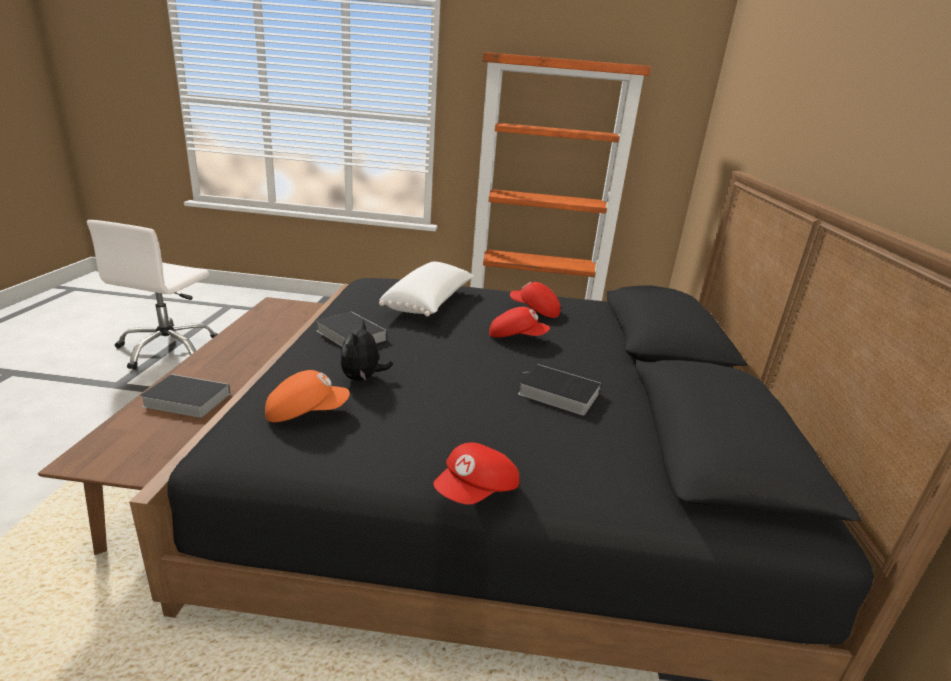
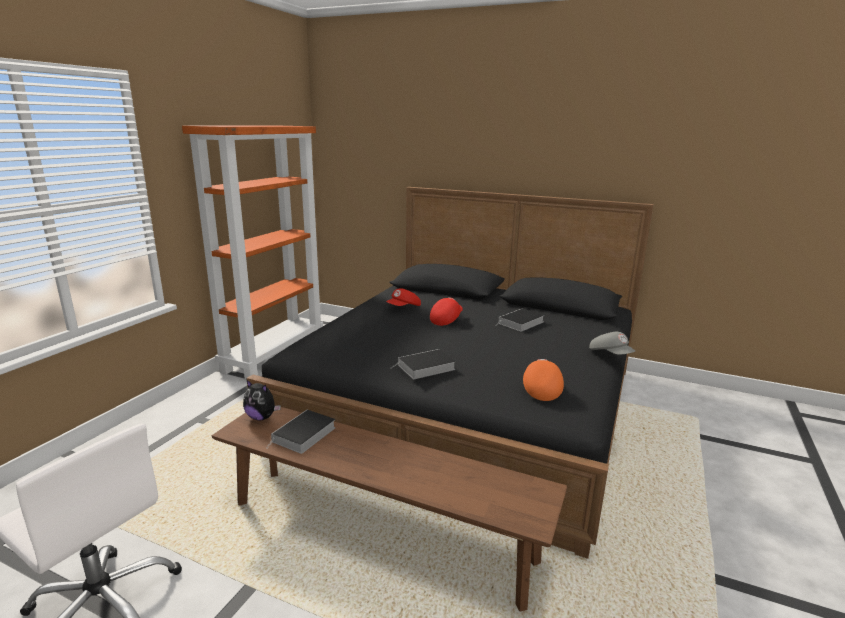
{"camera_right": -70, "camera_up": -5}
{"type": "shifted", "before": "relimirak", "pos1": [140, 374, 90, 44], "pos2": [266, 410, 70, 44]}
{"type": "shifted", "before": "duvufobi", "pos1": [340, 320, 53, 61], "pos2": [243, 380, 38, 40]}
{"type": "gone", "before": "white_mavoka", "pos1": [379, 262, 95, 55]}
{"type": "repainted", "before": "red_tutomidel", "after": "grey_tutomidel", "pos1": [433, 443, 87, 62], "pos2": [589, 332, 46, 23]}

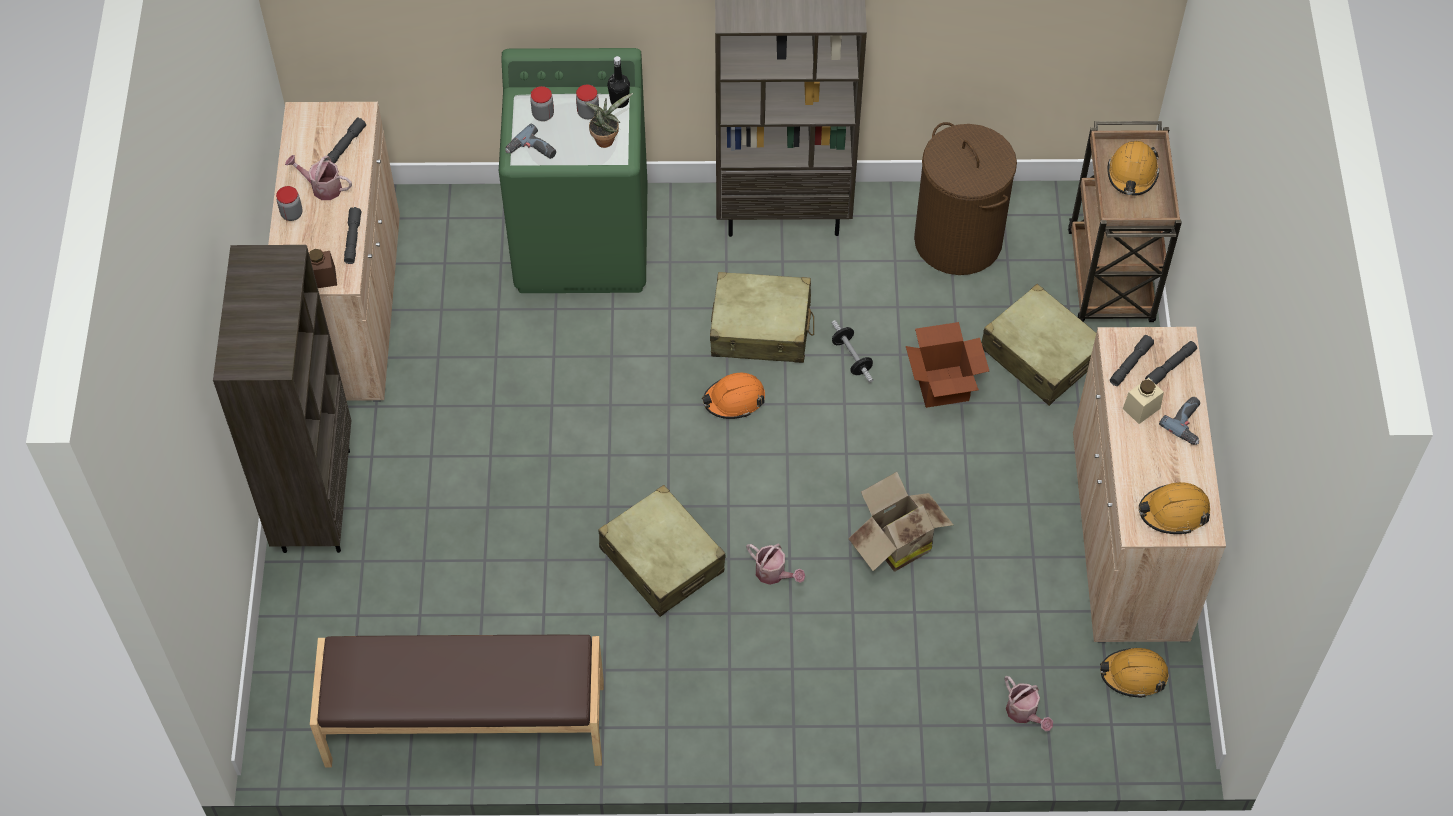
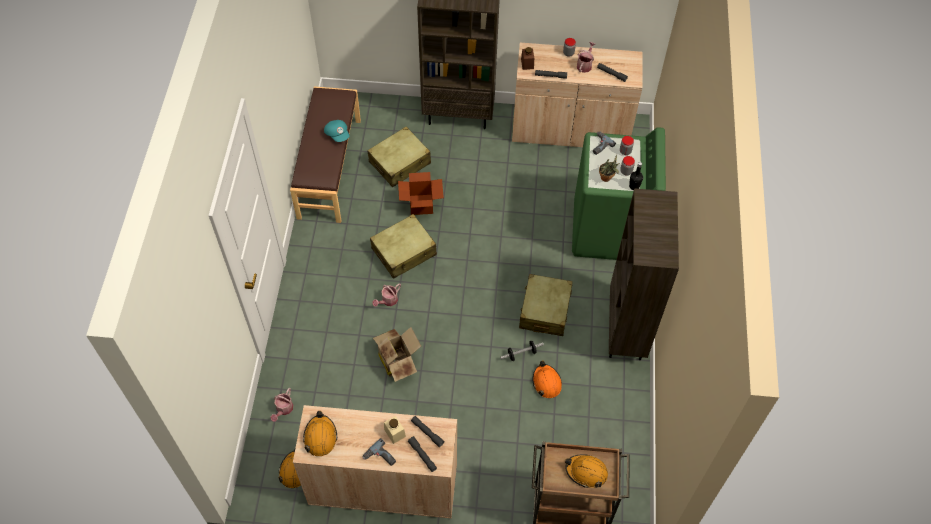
{"camera_right": 95, "camera_up": 0}
{"type": "shifted", "before": "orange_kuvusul", "pos1": [702, 373, 63, 46], "pos2": [533, 361, 29, 37]}
{"type": "shifted", "before": "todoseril", "pos1": [906, 322, 83, 86], "pos2": [398, 172, 46, 43]}
{"type": "gone", "before": "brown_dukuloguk", "pos1": [914, 122, 103, 153]}
{"type": "shifted", "before": "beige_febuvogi", "pos1": [981, 284, 115, 122], "pos2": [367, 127, 64, 60]}
{"type": "rotated", "before": "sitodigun", "pos1": [1005, 676, 48, 55], "pos2": [270, 388, 23, 34], "turn": -45}
{"type": "new", "after": "turquoise_tutomidel", "pos2": [324, 120, 25, 22]}

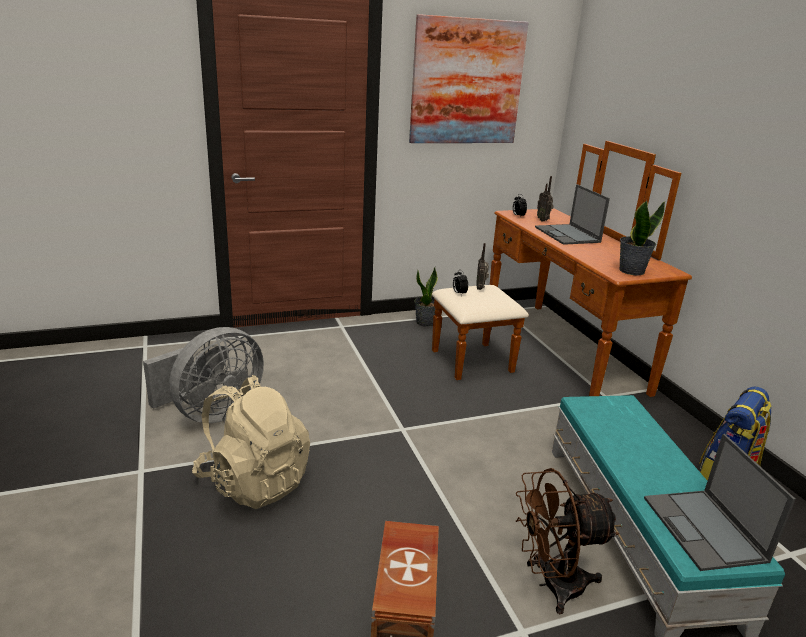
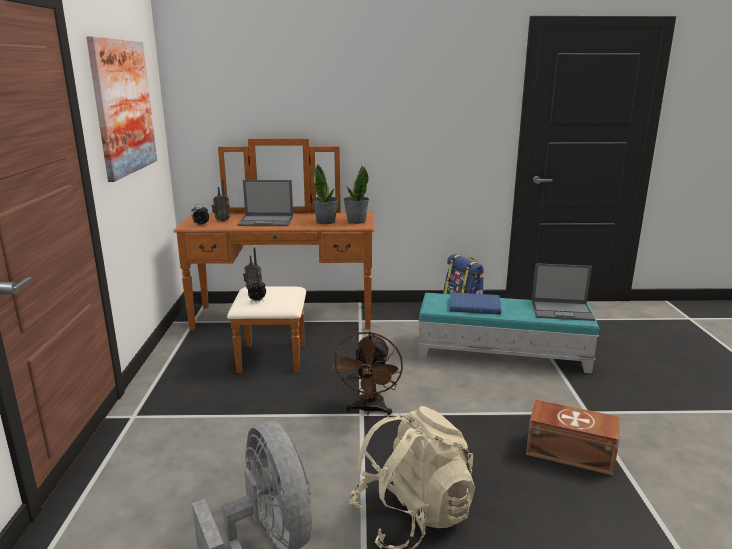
{"camera_right": -70, "camera_up": -5}
{"type": "shifted", "before": "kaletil", "pos1": [414, 267, 24, 60], "pos2": [312, 165, 27, 59]}
{"type": "shifted", "before": "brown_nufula", "pos1": [516, 468, 103, 146], "pos2": [332, 331, 71, 84]}
{"type": "new", "after": "blue_relimirak", "pos2": [450, 292, 51, 23]}

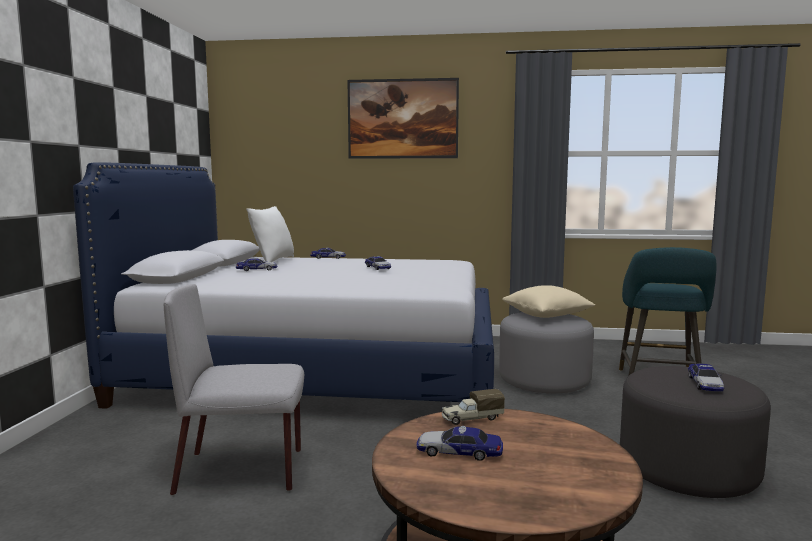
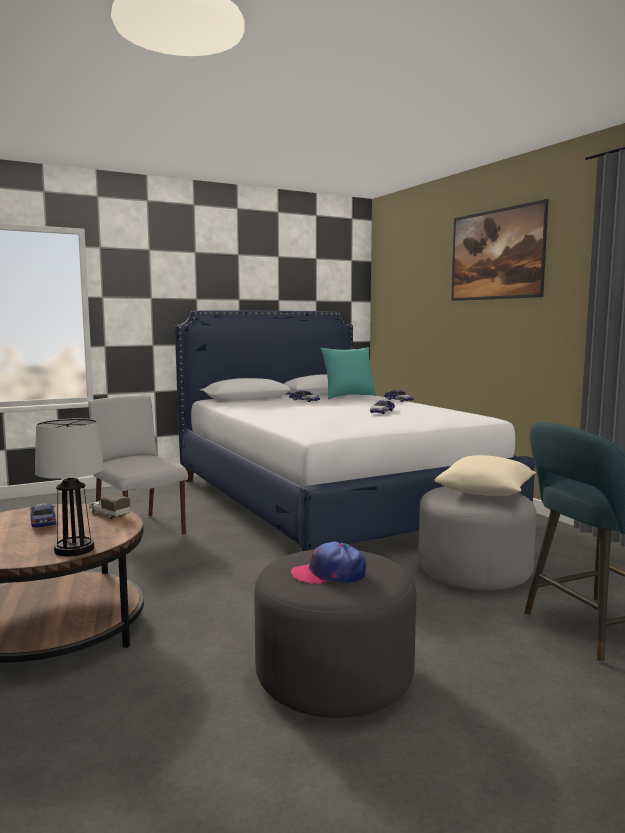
{"camera_right": 55, "camera_up": 0}
{"type": "repainted", "before": "white_mavoka", "after": "turquoise_mavoka", "pos1": [246, 206, 48, 56], "pos2": [320, 347, 57, 52]}
{"type": "swapped", "before": "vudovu", "after": "tutomidel", "pos1": [688, 363, 36, 28], "pos2": [291, 542, 75, 42]}
{"type": "new", "after": "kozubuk", "pos2": [35, 418, 69, 138]}

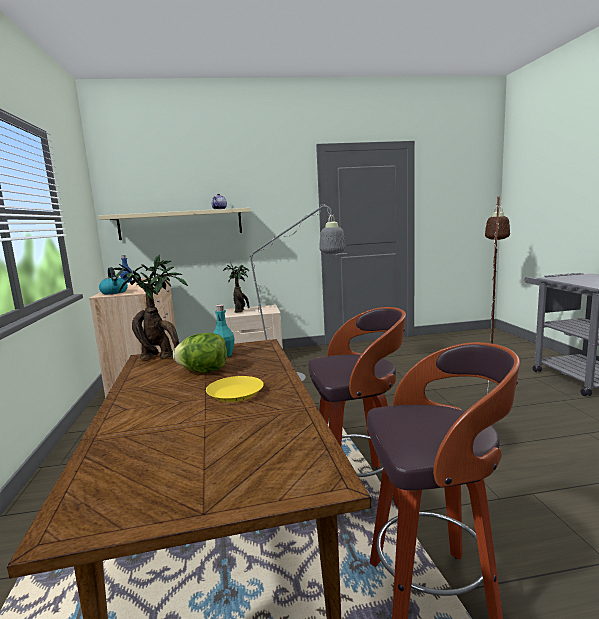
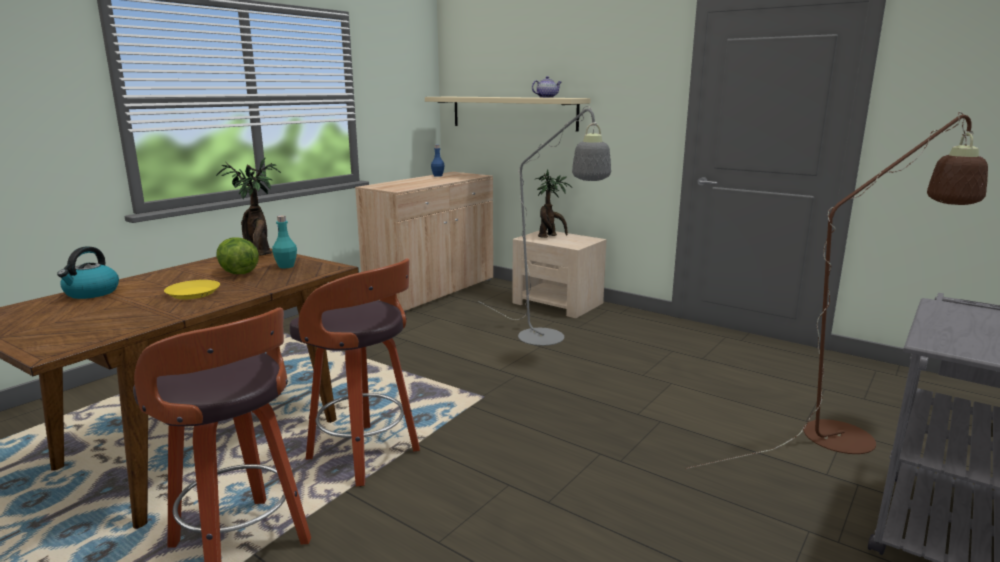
{"camera_right": 45, "camera_up": 5}
{"type": "shifted", "before": "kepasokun", "pos1": [99, 267, 29, 27], "pos2": [57, 247, 62, 52]}

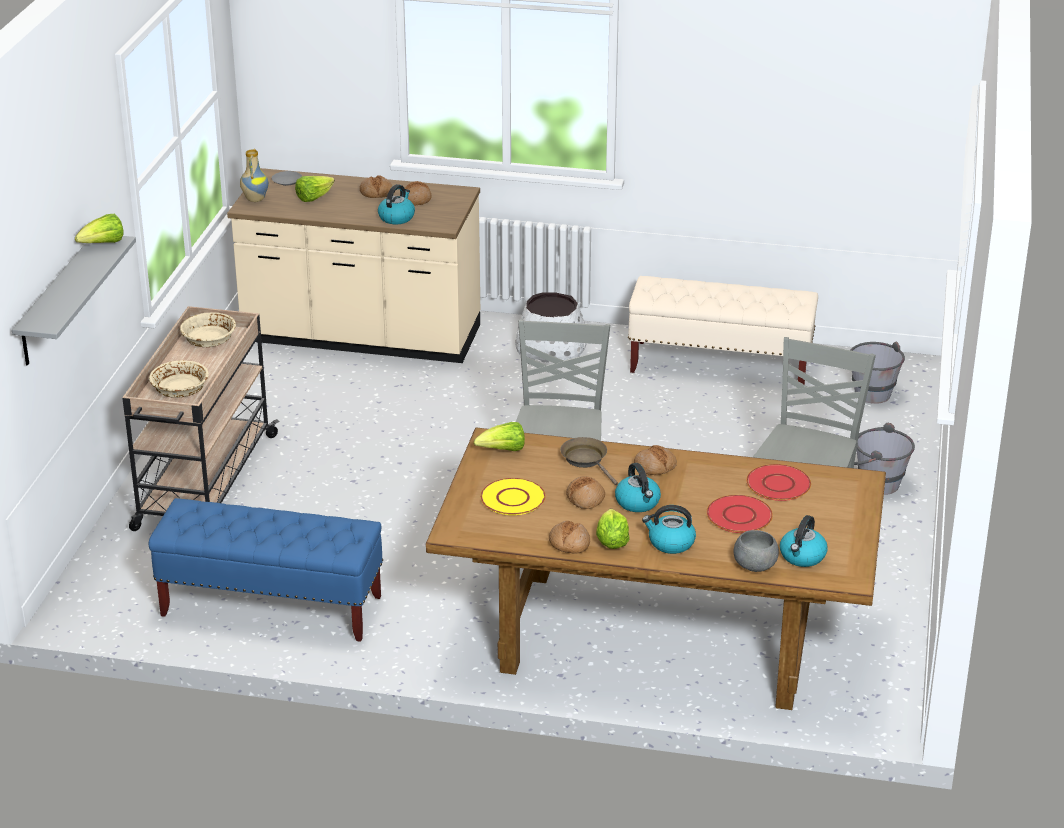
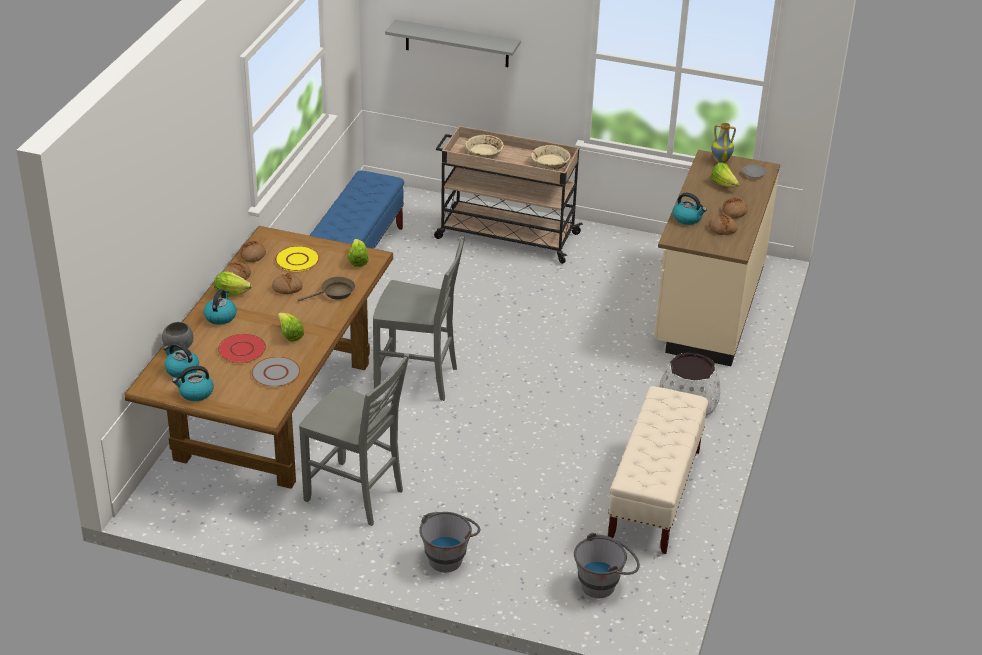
{"camera_right": 95, "camera_up": 5}
{"type": "shifted", "before": "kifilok", "pos1": [75, 214, 49, 29], "pos2": [278, 313, 26, 29]}
{"type": "shifted", "before": "kepasokun", "pos1": [615, 463, 46, 49], "pos2": [172, 366, 42, 35]}
{"type": "shifted", "before": "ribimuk", "pos1": [634, 445, 43, 30], "pos2": [240, 240, 26, 22]}
{"type": "repainted", "before": "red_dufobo", "after": "grey_dufobo", "pos1": [746, 464, 65, 37], "pos2": [251, 357, 49, 30]}

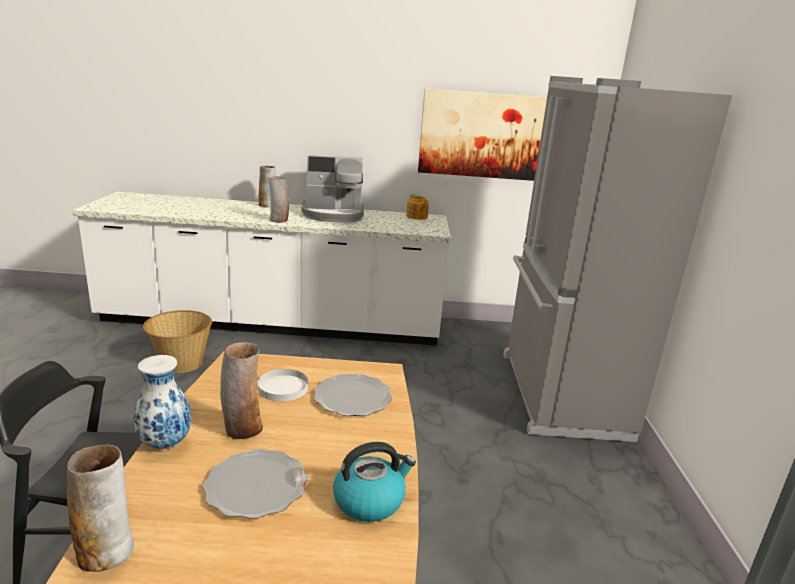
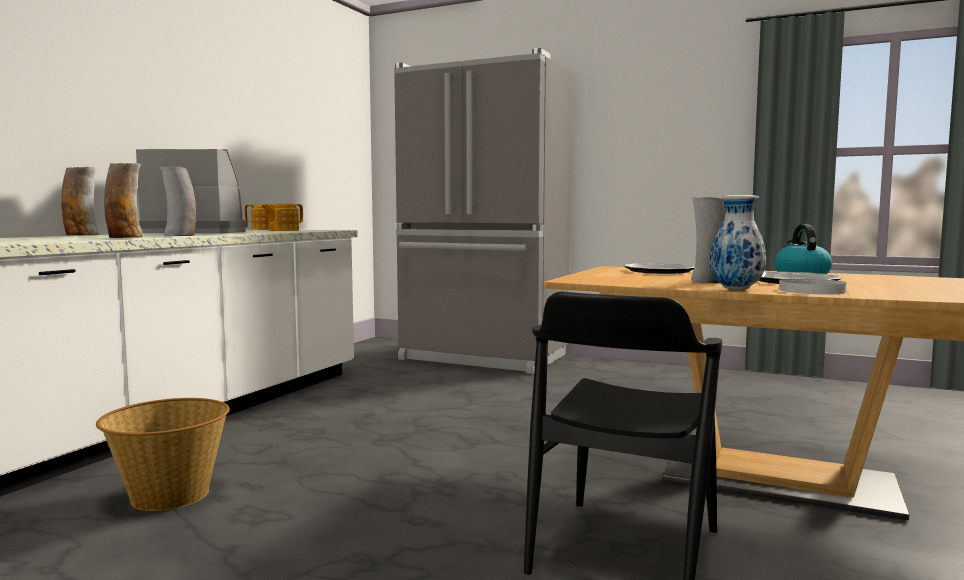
{"camera_right": -65, "camera_up": -15}
{"type": "shifted", "before": "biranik", "pos1": [67, 445, 67, 127], "pos2": [104, 163, 39, 75]}
{"type": "shifted", "before": "white_dufobo", "pos1": [258, 369, 50, 33], "pos2": [779, 278, 68, 17]}
{"type": "rotated", "before": "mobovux", "pos1": [302, 155, 62, 68], "pos2": [136, 149, 112, 84], "turn": -105}
{"type": "gone", "before": "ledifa", "pos1": [418, 89, 129, 92]}
{"type": "new", "after": "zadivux", "pos2": [262, 204, 41, 27]}

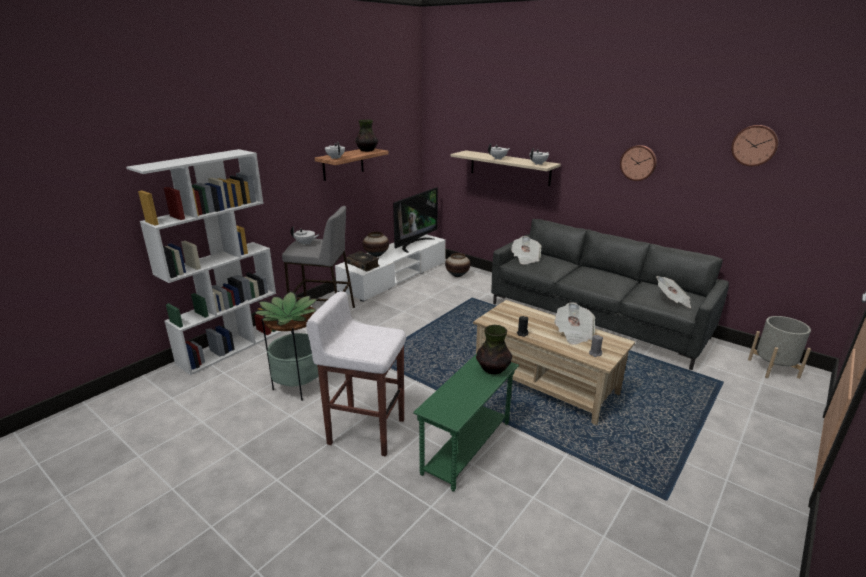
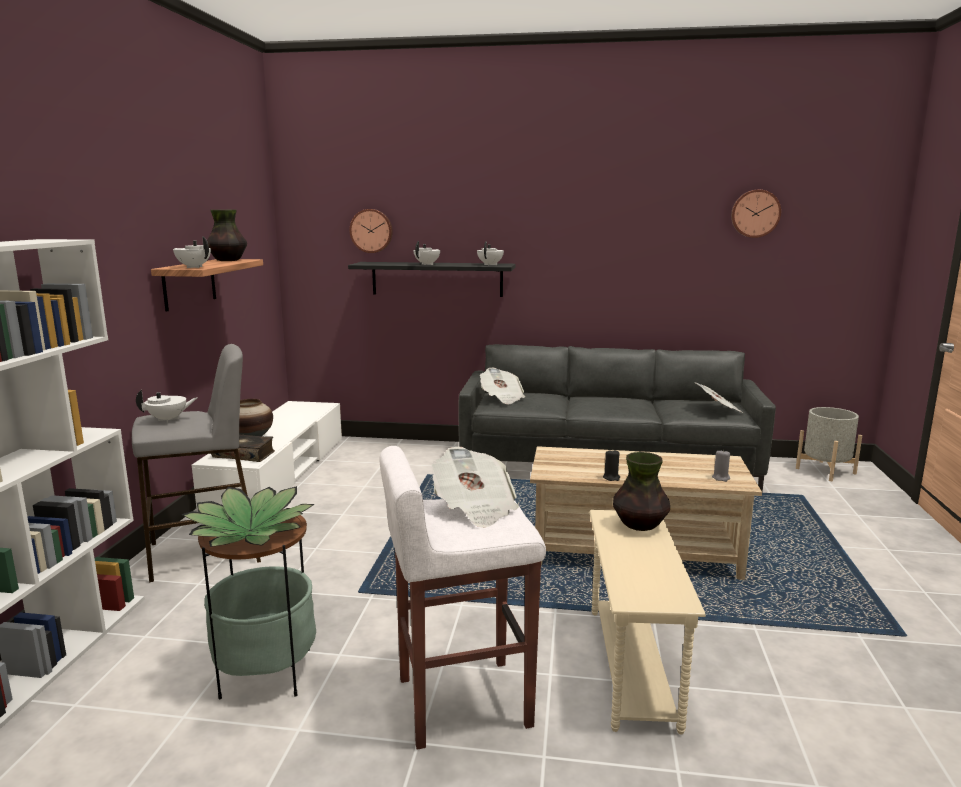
{"camera_right": -30, "camera_up": -10}
{"type": "gone", "before": "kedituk", "pos1": [393, 187, 45, 66]}
{"type": "repainted", "before": "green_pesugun", "after": "beige_pesugun", "pos1": [413, 354, 106, 138], "pos2": [589, 510, 117, 225]}
{"type": "gone", "before": "biranik", "pos1": [445, 253, 26, 24]}
{"type": "repainted", "before": "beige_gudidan", "after": "black_gudidan", "pos1": [450, 150, 111, 36], "pos2": [348, 262, 168, 35]}
{"type": "shifted", "before": "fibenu", "pos1": [554, 302, 41, 43], "pos2": [432, 447, 87, 81]}
{"type": "shifted", "before": "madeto", "pos1": [620, 145, 37, 36], "pos2": [350, 209, 43, 44]}

